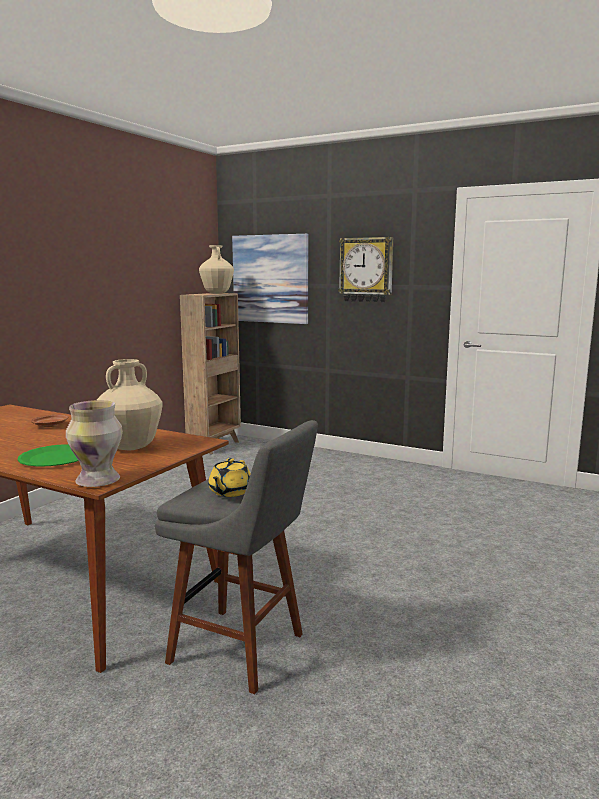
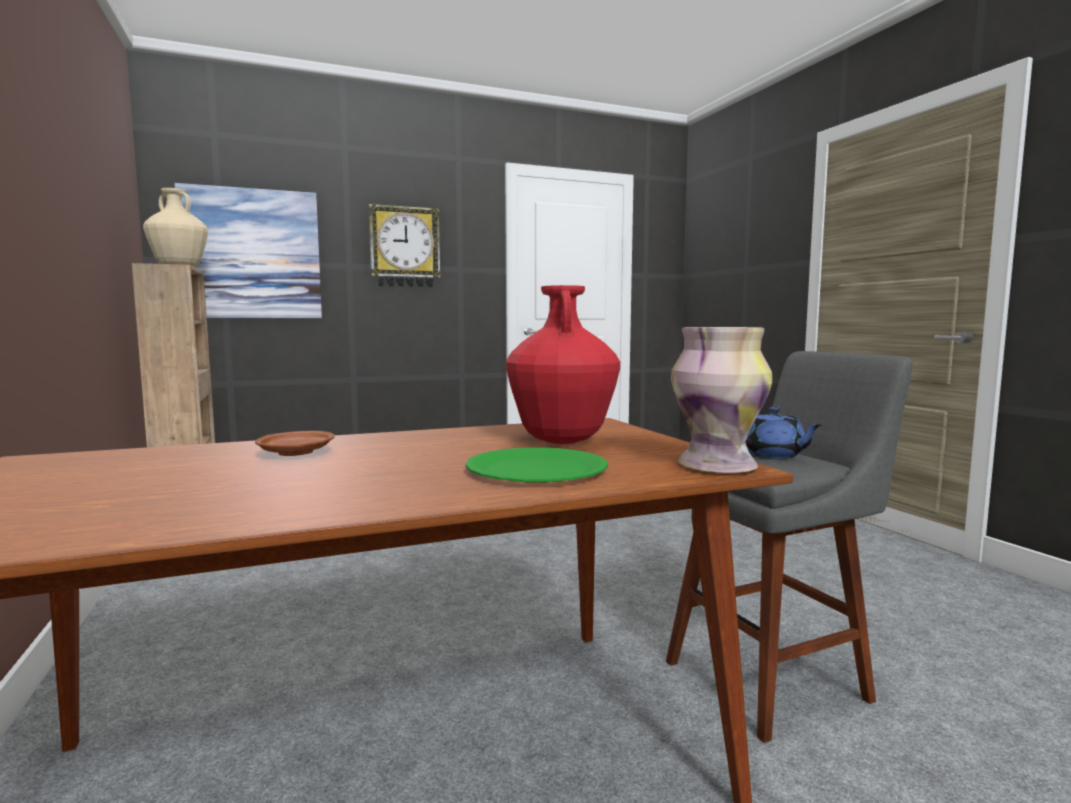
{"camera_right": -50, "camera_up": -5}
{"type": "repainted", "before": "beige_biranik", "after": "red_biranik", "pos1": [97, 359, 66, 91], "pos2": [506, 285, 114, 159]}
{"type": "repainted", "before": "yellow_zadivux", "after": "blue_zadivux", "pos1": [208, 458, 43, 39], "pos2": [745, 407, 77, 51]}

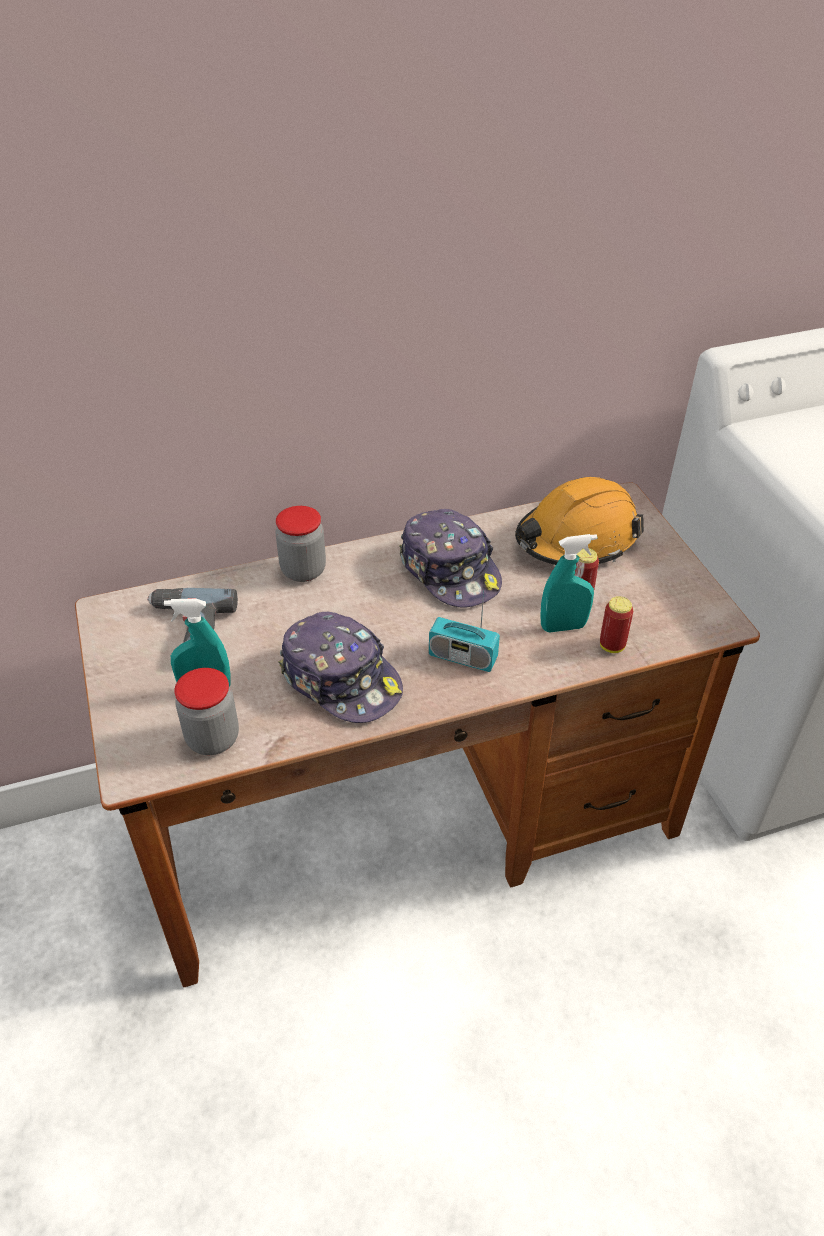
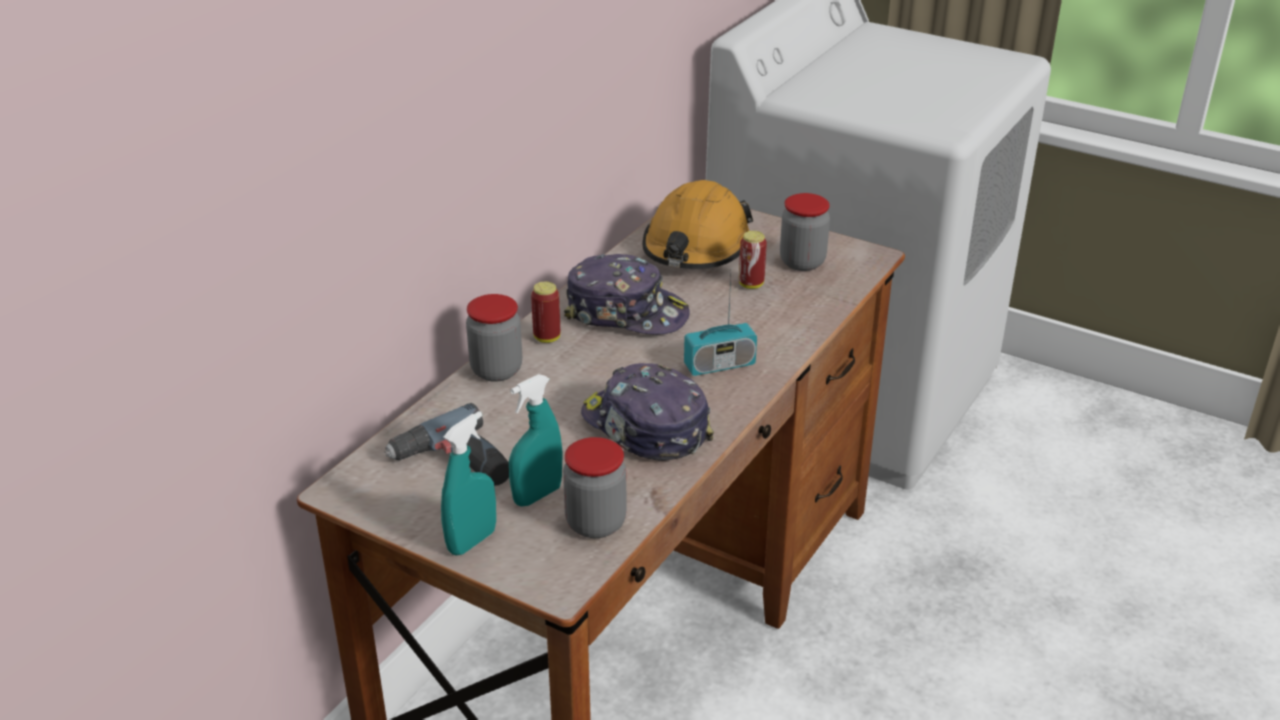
{"camera_right": -40, "camera_up": -10}
{"type": "rotated", "before": "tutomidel", "pos1": [278, 612, 125, 111], "pos2": [581, 363, 133, 98], "turn": -135}
{"type": "shifted", "before": "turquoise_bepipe", "pos1": [540, 534, 57, 98], "pos2": [441, 411, 55, 145]}
{"type": "shifted", "before": "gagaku", "pos1": [600, 596, 33, 57], "pos2": [531, 282, 29, 61]}
{"type": "new", "after": "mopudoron", "pos2": [780, 193, 50, 78]}

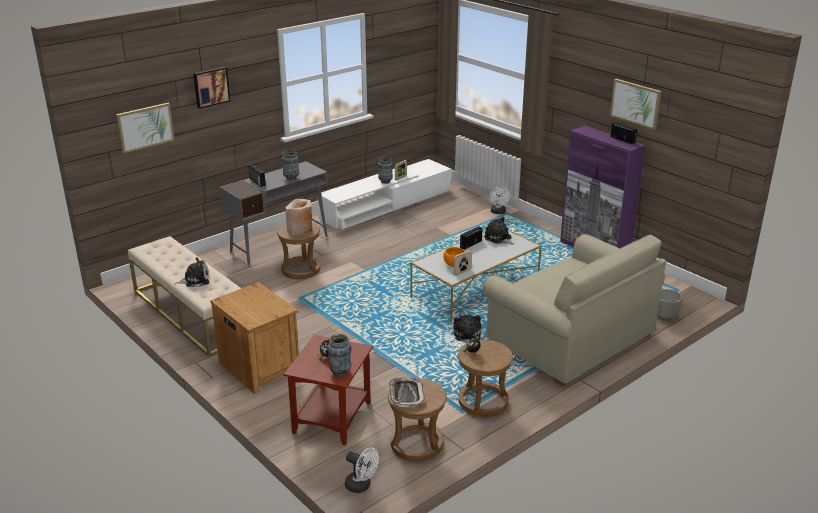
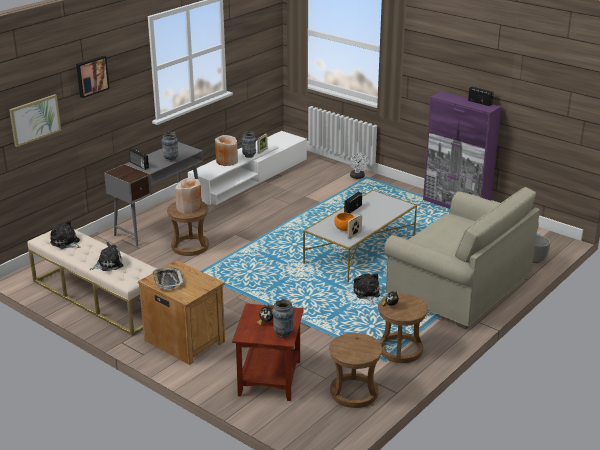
{"camera_right": -10, "camera_up": 0}
{"type": "gone", "before": "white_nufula", "pos1": [345, 447, 34, 46]}
{"type": "shifted", "before": "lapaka", "pos1": [389, 378, 36, 30], "pos2": [152, 268, 32, 21]}
{"type": "shifted", "before": "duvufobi", "pos1": [484, 216, 30, 28], "pos2": [50, 220, 30, 29]}
{"type": "gone", "before": "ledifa", "pos1": [610, 79, 52, 51]}
{"type": "new", "after": "beige_biranik", "pos2": [215, 135, 23, 31]}

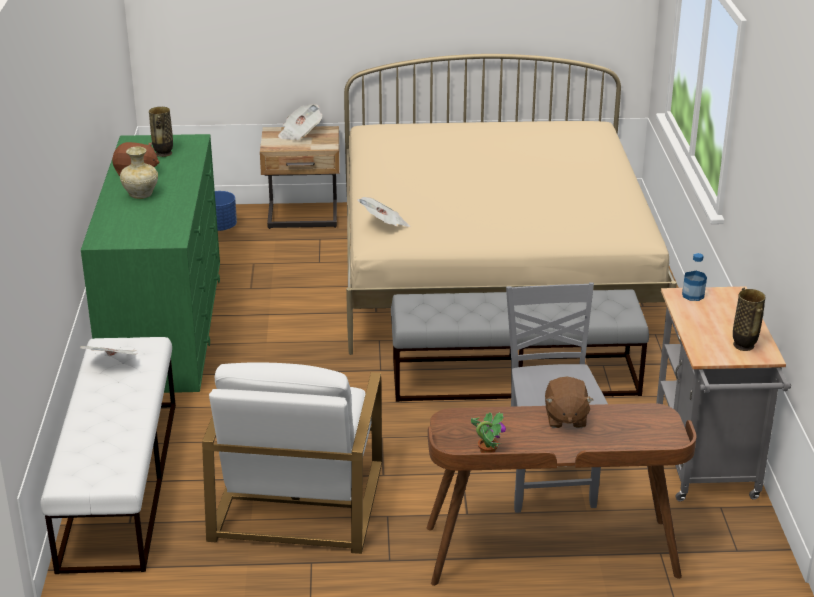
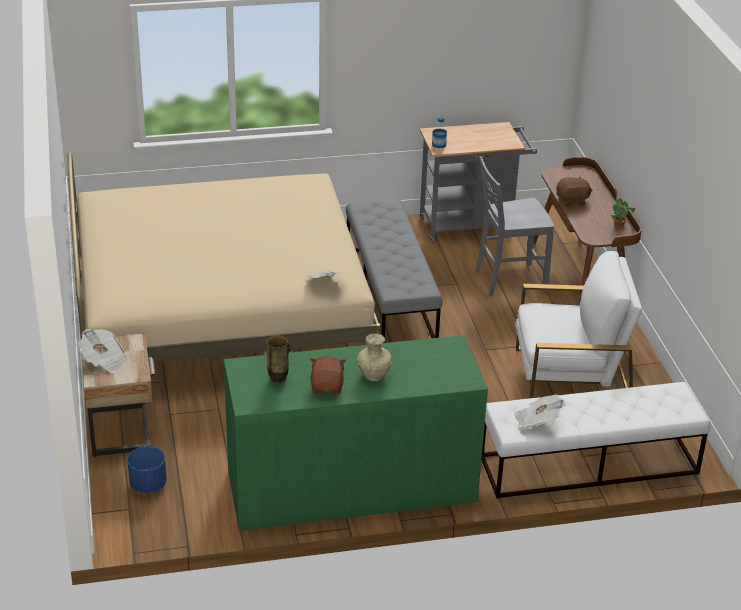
{"camera_right": -100, "camera_up": 5}
{"type": "gone", "before": "biranik", "pos1": [733, 288, 33, 63]}

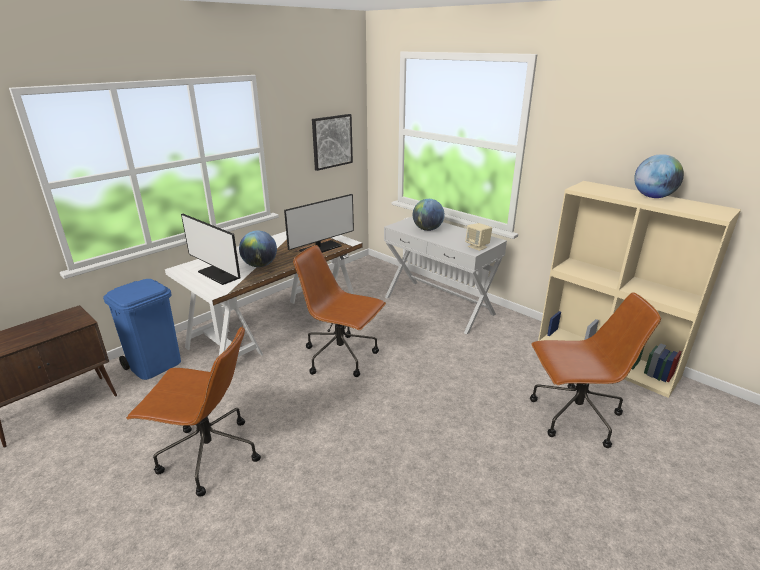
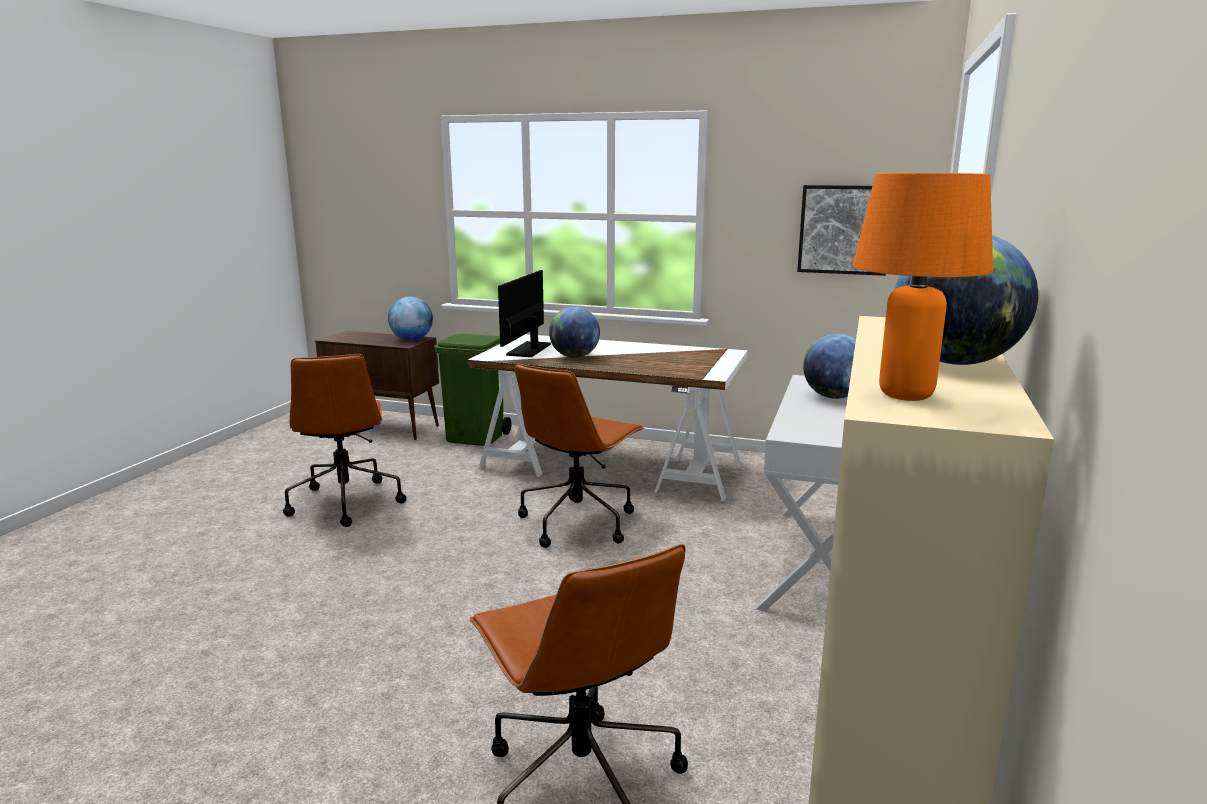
{"camera_right": 65, "camera_up": -10}
{"type": "repainted", "before": "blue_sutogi", "after": "green_sutogi", "pos1": [103, 279, 78, 101], "pos2": [434, 334, 77, 112]}
{"type": "gone", "before": "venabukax", "pos1": [284, 194, 70, 59]}
{"type": "rotated", "before": "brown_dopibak", "pos1": [293, 245, 93, 132], "pos2": [514, 363, 130, 185], "turn": -150}
{"type": "gone", "before": "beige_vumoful", "pos1": [465, 223, 27, 28]}
{"type": "new", "after": "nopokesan", "pos2": [388, 296, 45, 44]}
{"type": "new", "after": "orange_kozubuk", "pos2": [852, 173, 141, 228]}

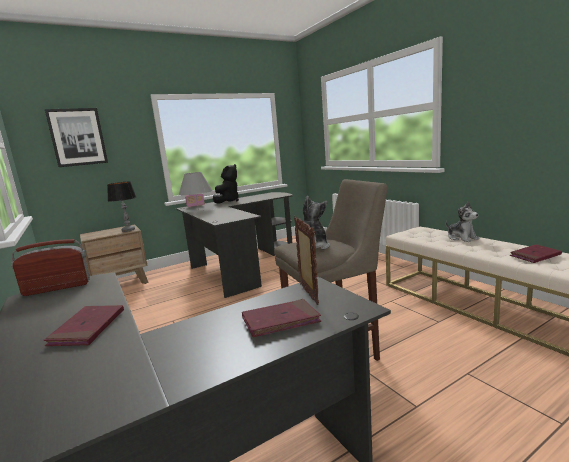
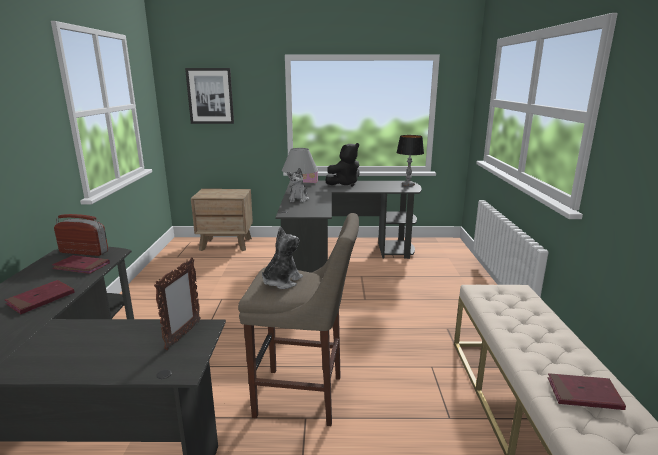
{"camera_right": 30, "camera_up": 5}
{"type": "shifted", "before": "kozubuk", "pos1": [107, 181, 29, 51], "pos2": [396, 135, 28, 52]}
{"type": "shifted", "before": "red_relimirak", "pos1": [242, 299, 79, 38], "pos2": [52, 255, 58, 19]}
{"type": "shifted", "before": "duvufobi", "pos1": [446, 202, 33, 40], "pos2": [287, 168, 22, 35]}

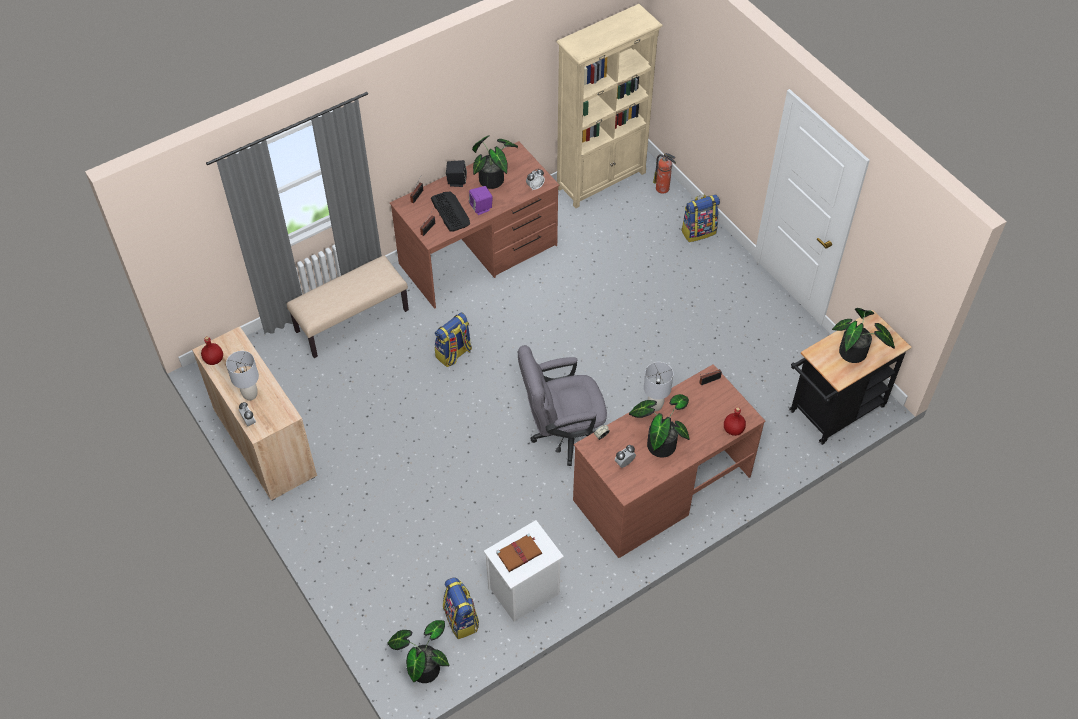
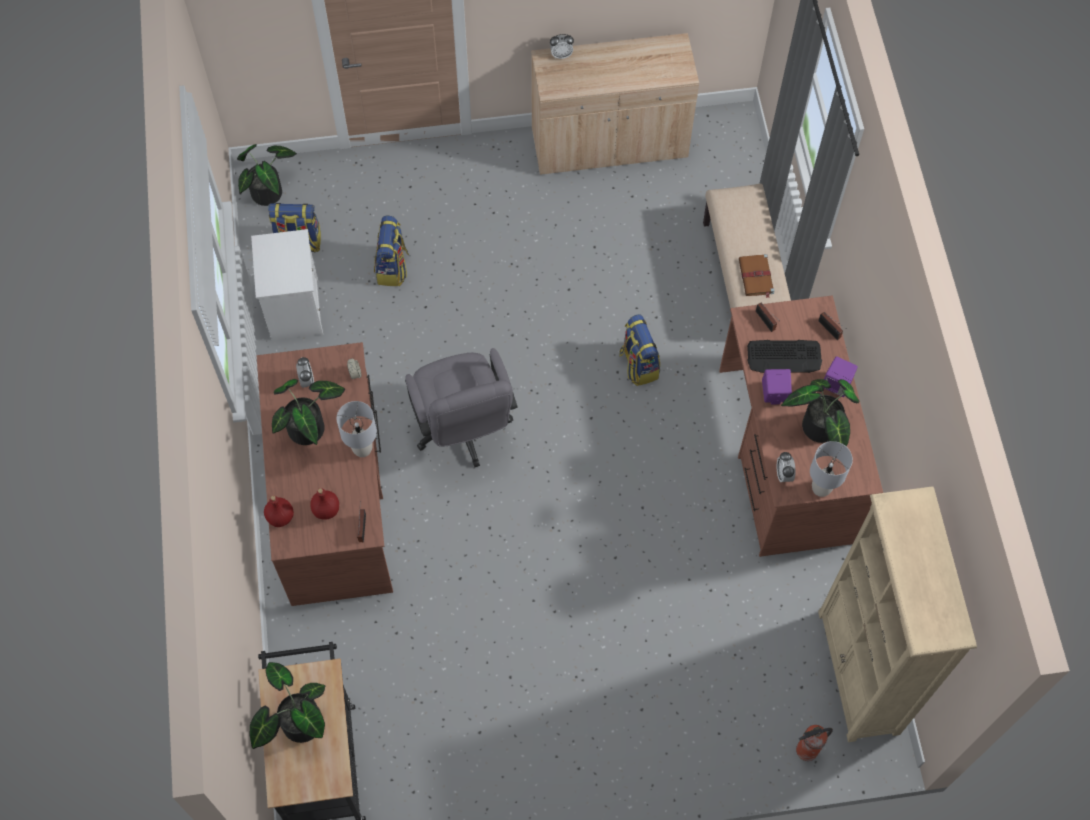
{"camera_right": 115, "camera_up": 10}
{"type": "shifted", "before": "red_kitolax", "pos1": [201, 336, 22, 29], "pos2": [311, 488, 28, 32]}
{"type": "shifted", "before": "grey_kozubuk", "pos1": [226, 351, 33, 49], "pos2": [810, 441, 43, 56]}
{"type": "repainted", "before": "black_vumoful", "after": "purple_vumoful", "pos1": [446, 160, 21, 27], "pos2": [824, 356, 34, 41]}
{"type": "shifted", "before": "brown_relimirak", "pos1": [496, 533, 46, 39], "pos2": [739, 254, 35, 44]}
{"type": "rotated", "before": "grey_dopibak", "pos1": [518, 345, 89, 121], "pos2": [405, 348, 113, 120], "turn": 150}
{"type": "shifted", "before": "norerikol", "pos1": [681, 194, 39, 48], "pos2": [374, 215, 35, 71]}

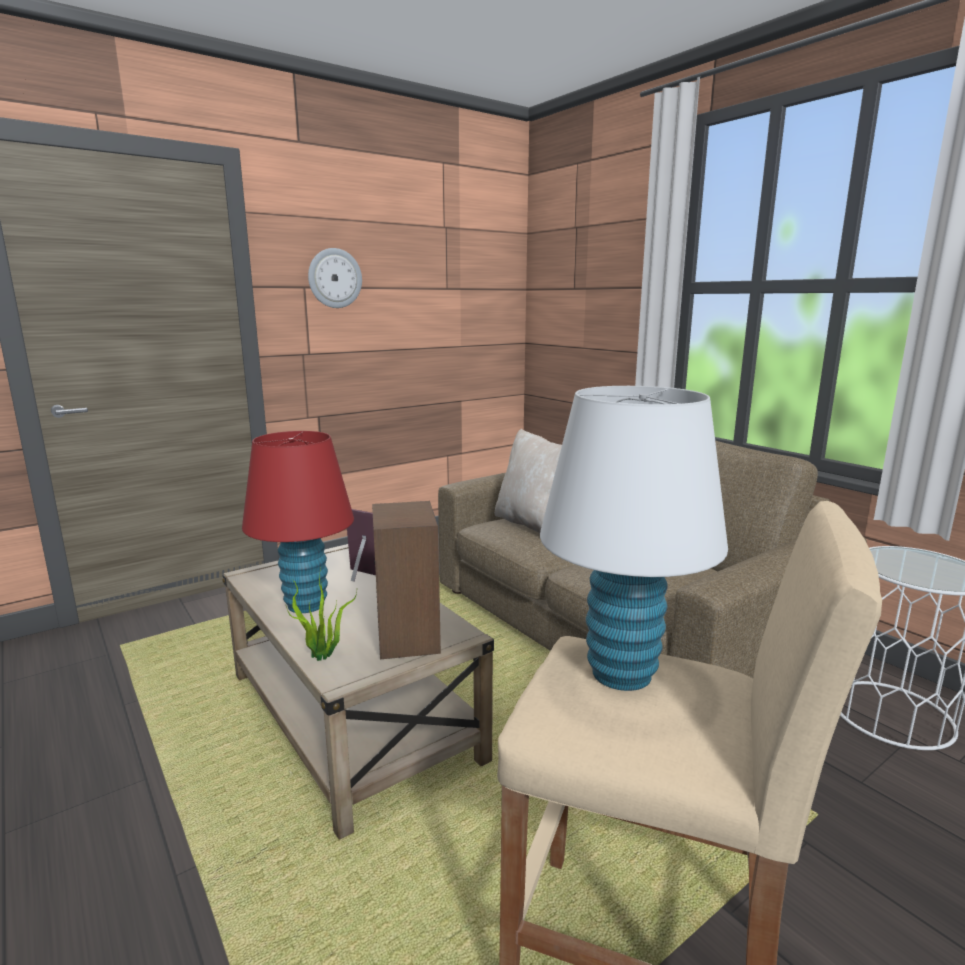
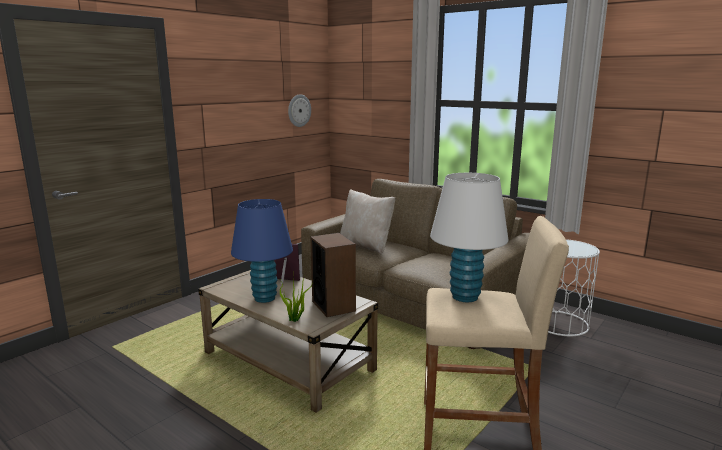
{"camera_right": -15, "camera_up": 0}
{"type": "repainted", "before": "red_kozubuk", "after": "blue_kozubuk", "pos1": [242, 431, 112, 182], "pos2": [231, 199, 62, 104]}
{"type": "shifted", "before": "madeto", "pos1": [308, 248, 54, 60], "pos2": [288, 94, 23, 33]}

